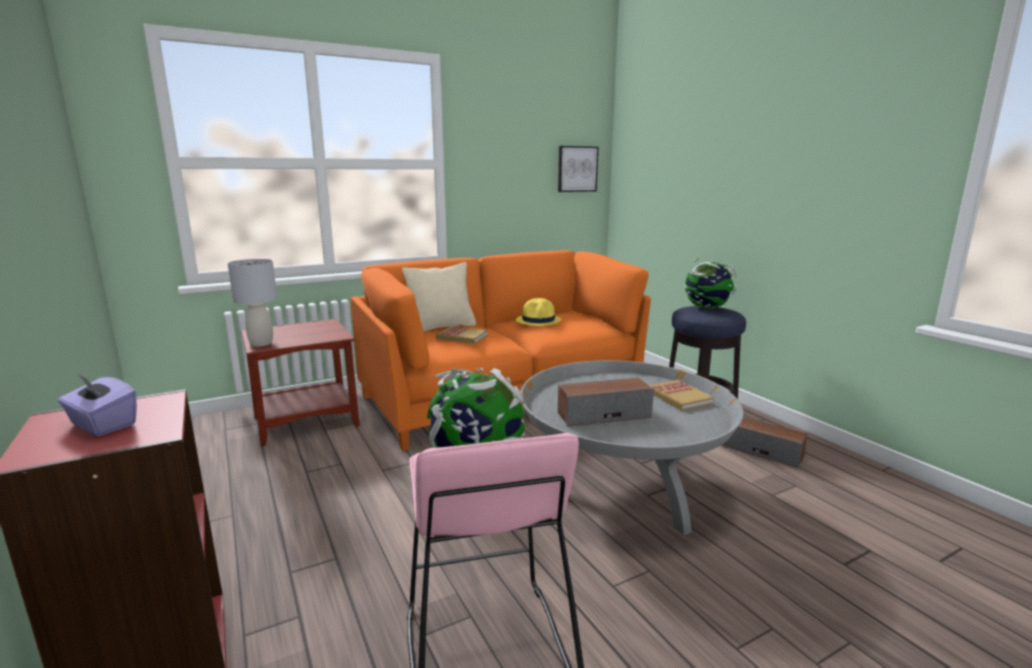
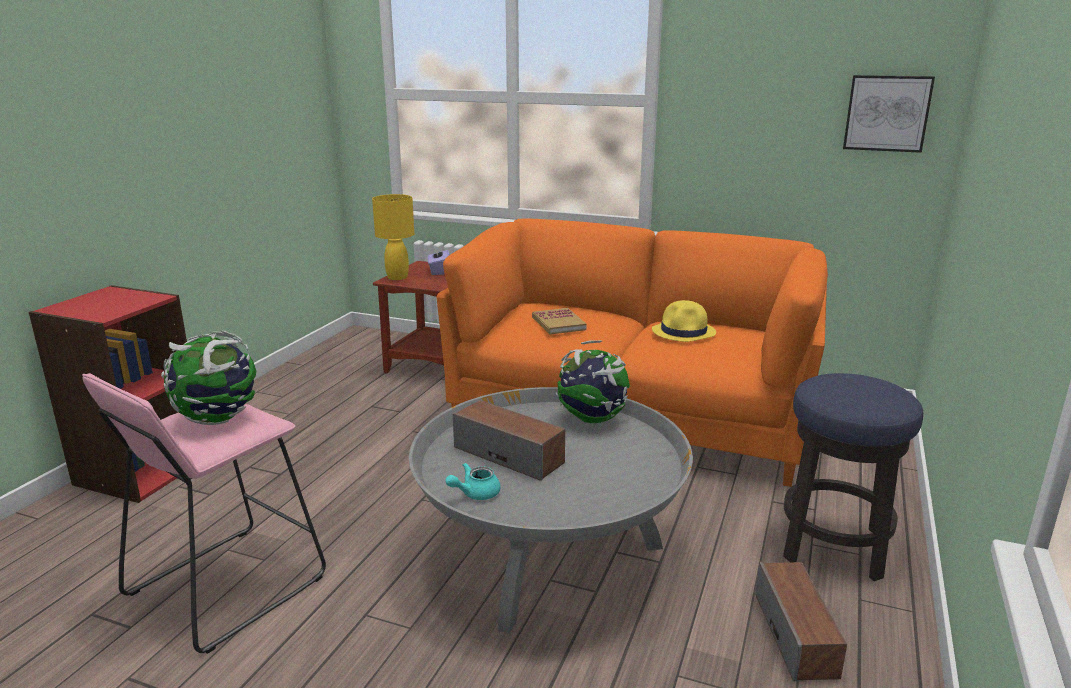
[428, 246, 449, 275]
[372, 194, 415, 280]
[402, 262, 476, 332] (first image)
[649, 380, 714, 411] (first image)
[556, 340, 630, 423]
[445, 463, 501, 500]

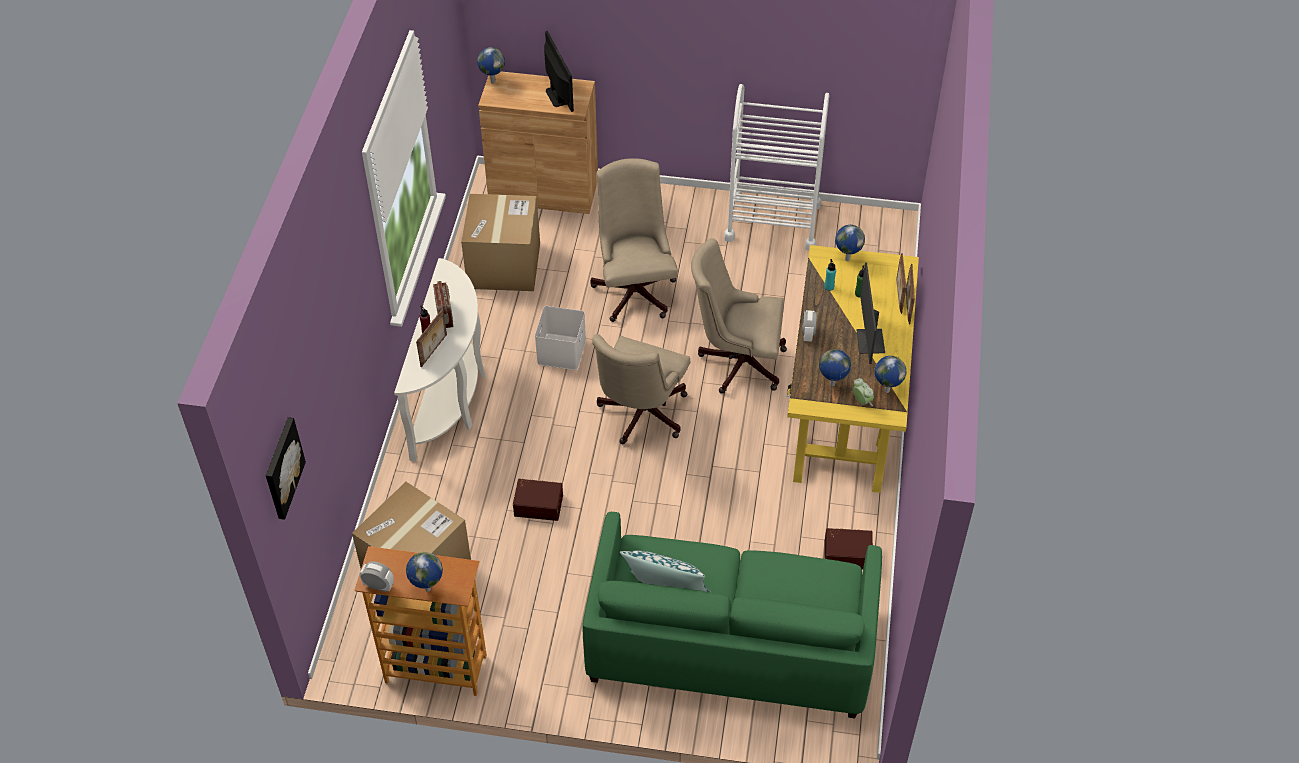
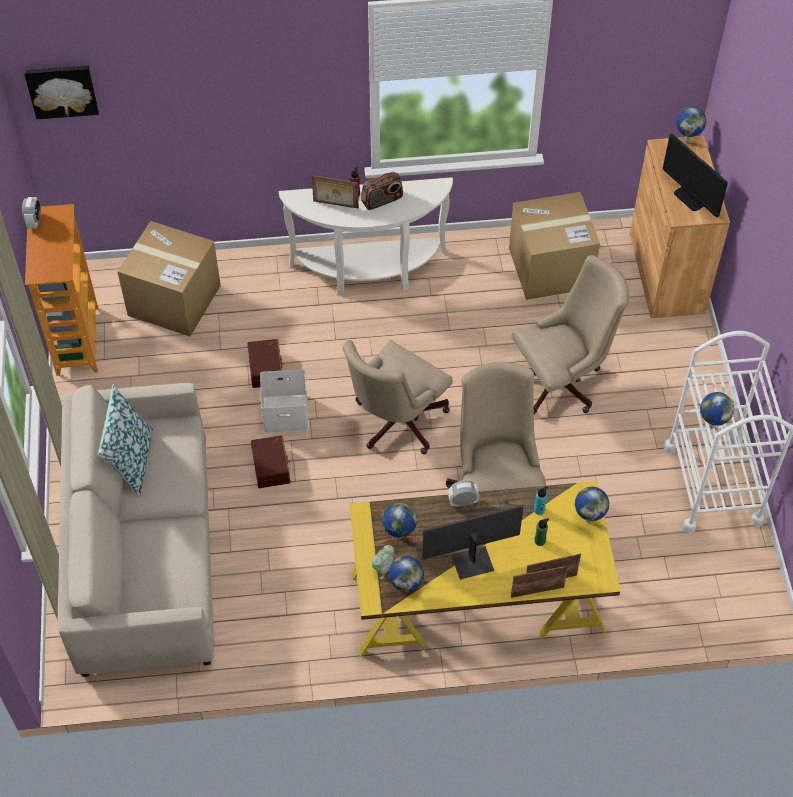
[700, 392, 734, 429]
[260, 369, 309, 433]
[663, 134, 728, 218]
[58, 383, 215, 677]
[342, 340, 453, 454]
[251, 435, 290, 488]

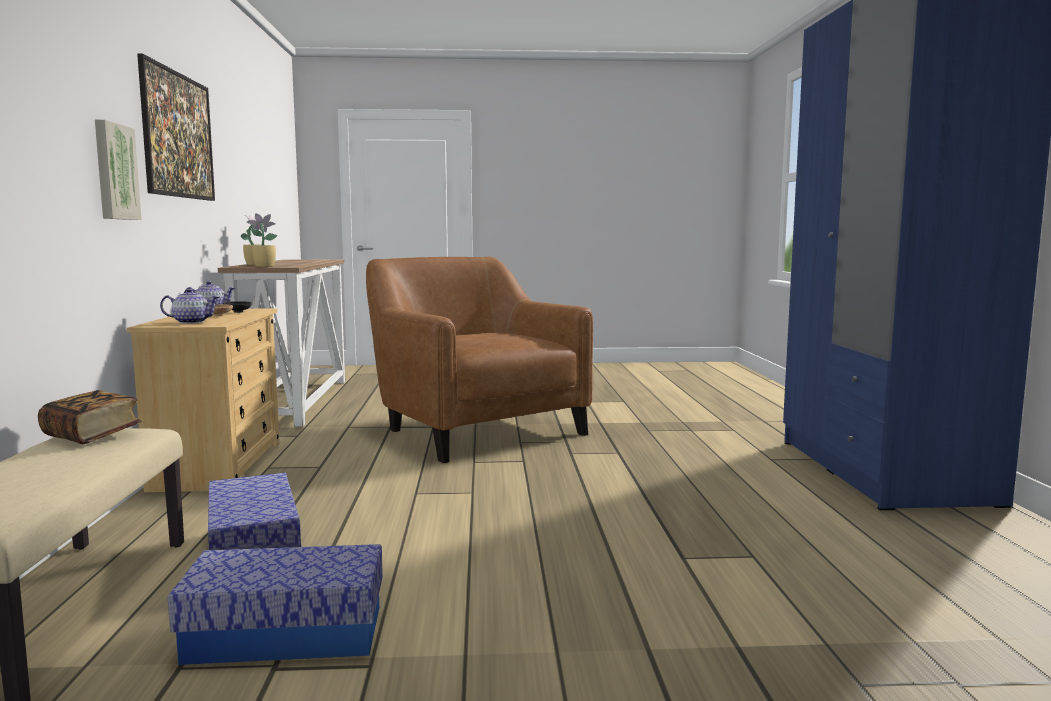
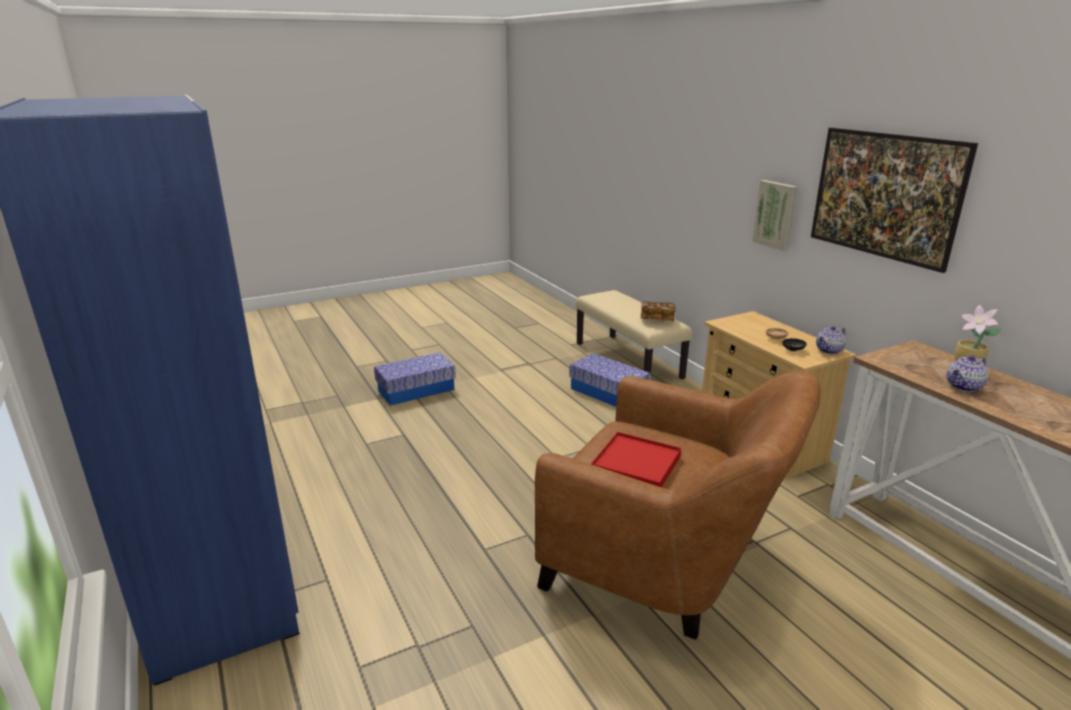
[947, 355, 988, 392]
[374, 352, 456, 406]
[246, 213, 278, 267] (first image)
[591, 432, 681, 487]

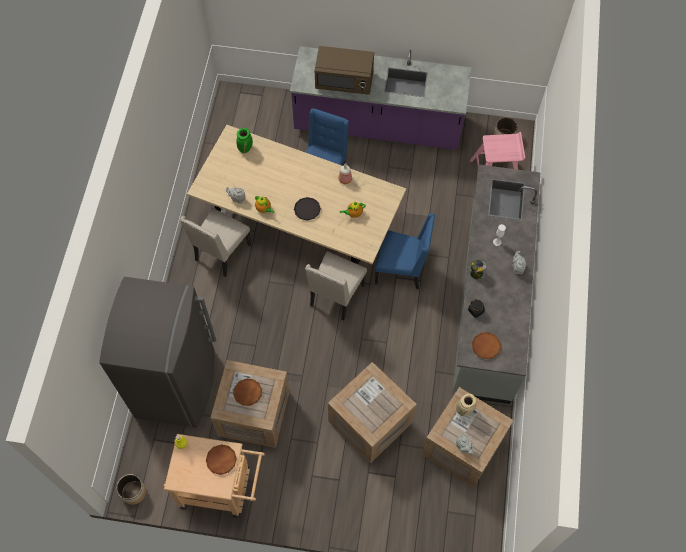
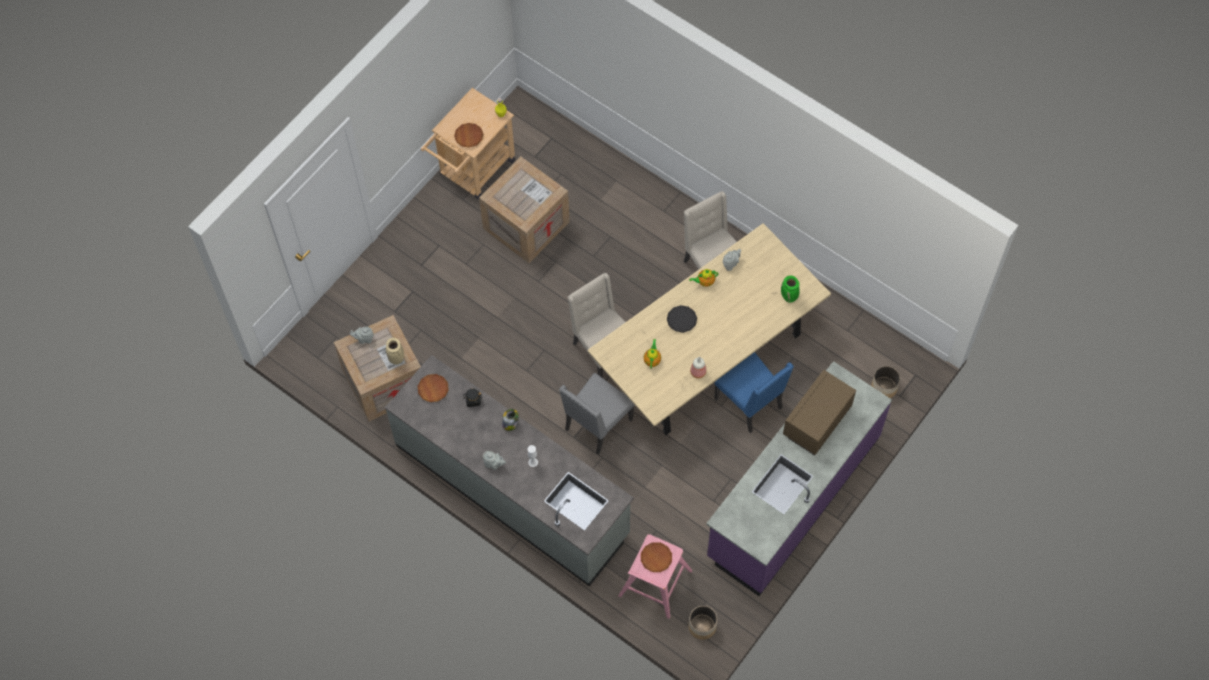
[99, 277, 216, 428] (first image)
[871, 366, 900, 398]
[641, 542, 672, 572]
[328, 362, 417, 464] (first image)
[559, 373, 635, 455]

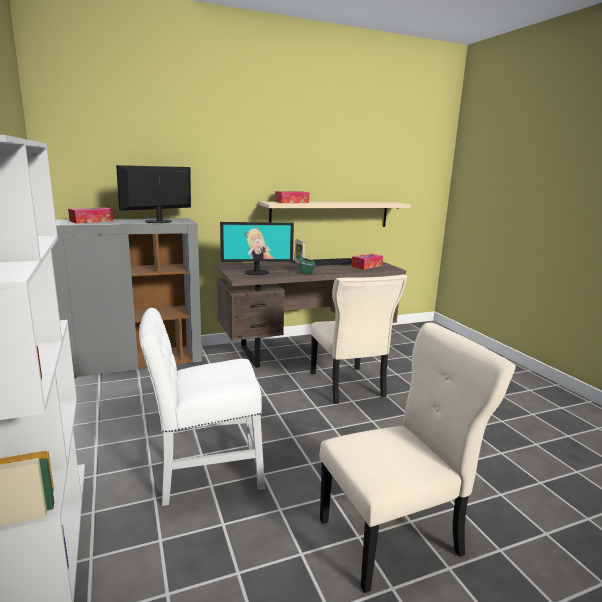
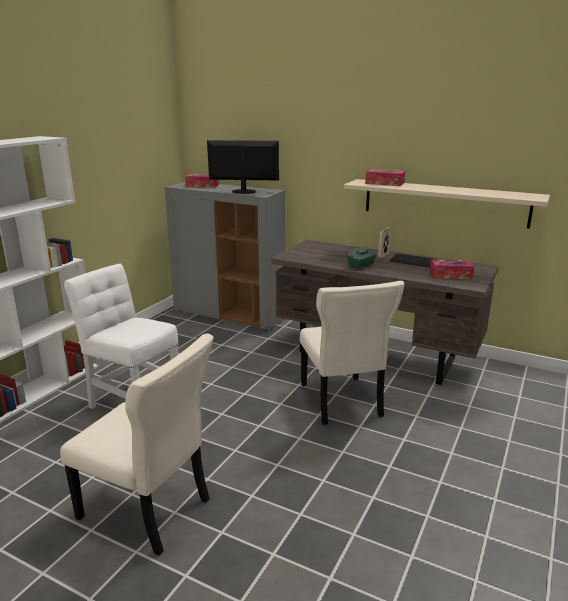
[220, 222, 294, 275] (first image)
[300, 281, 404, 425]

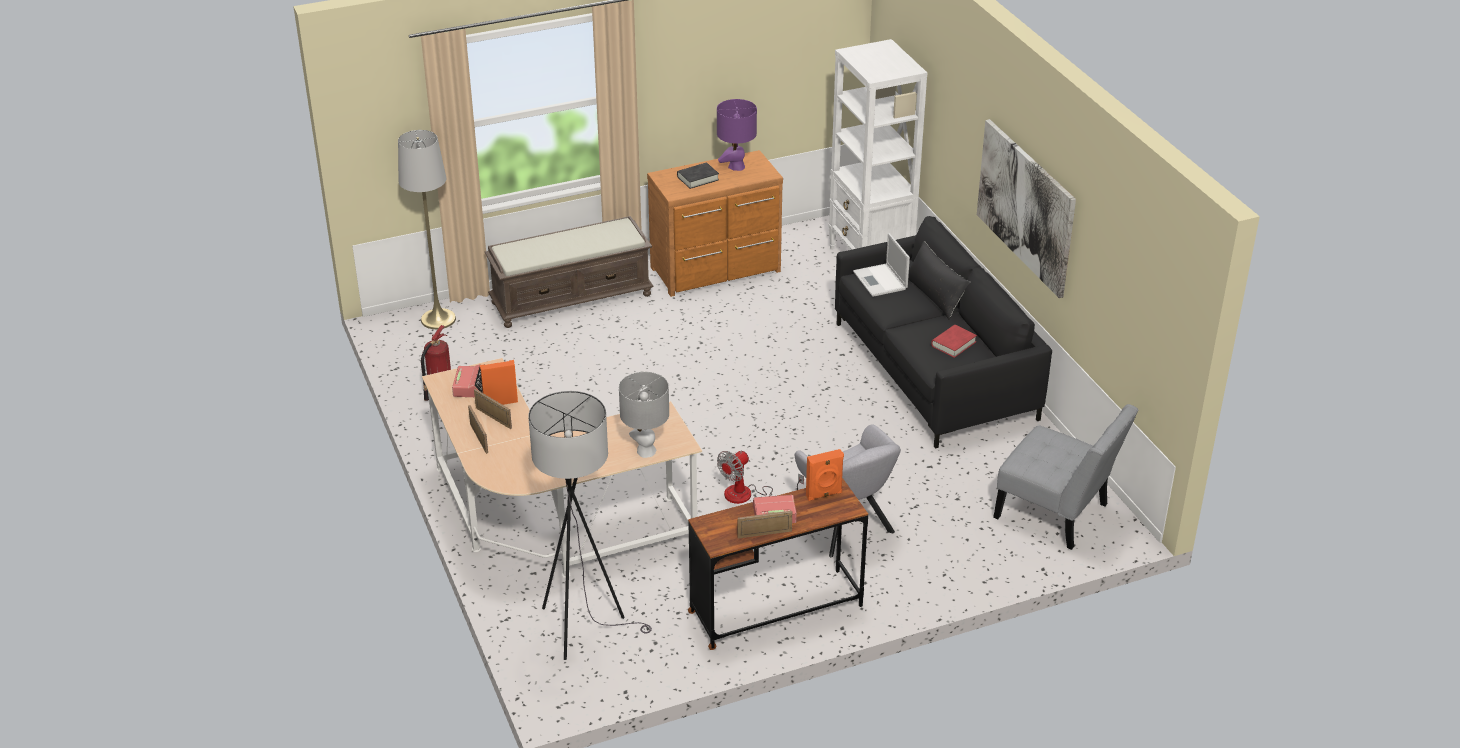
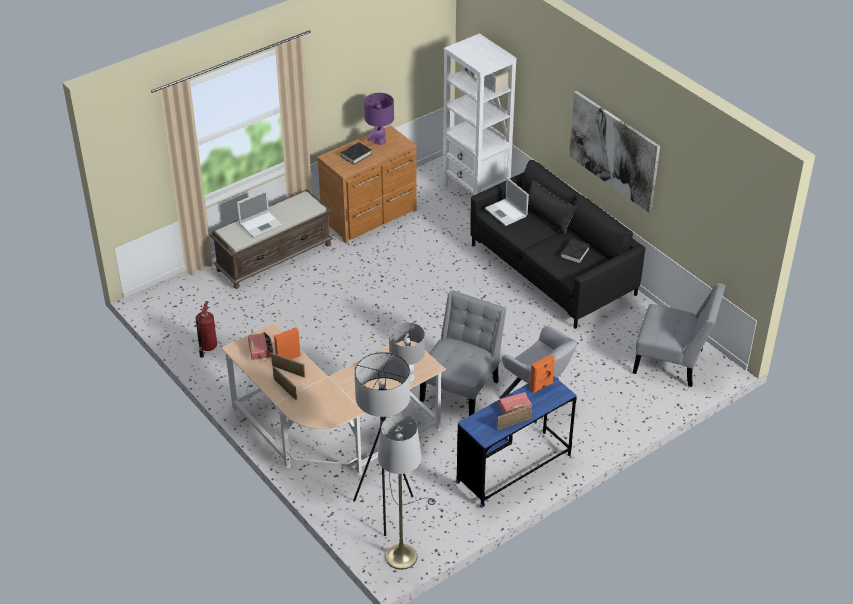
[378, 415, 422, 570]
[455, 376, 577, 508]
[420, 290, 507, 416]
[561, 239, 590, 264]
[237, 190, 283, 238]

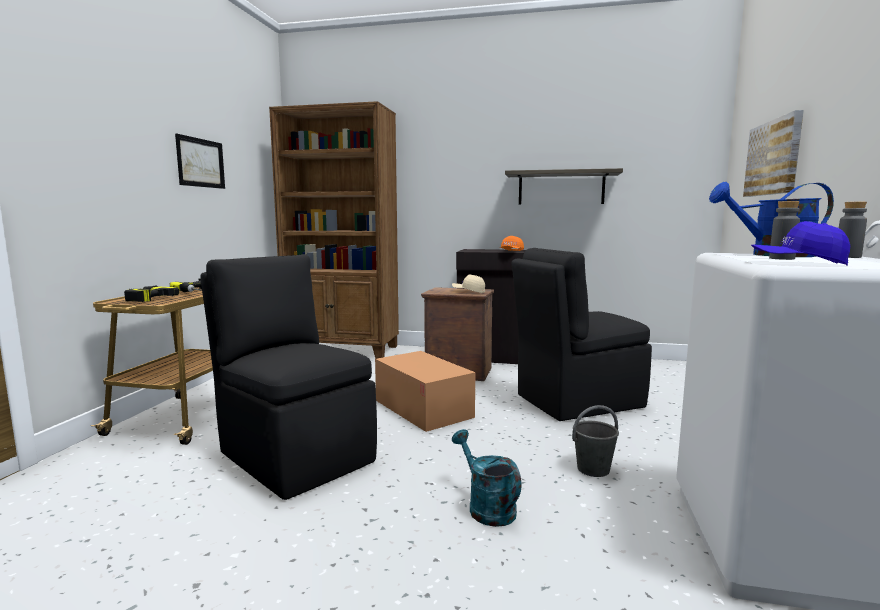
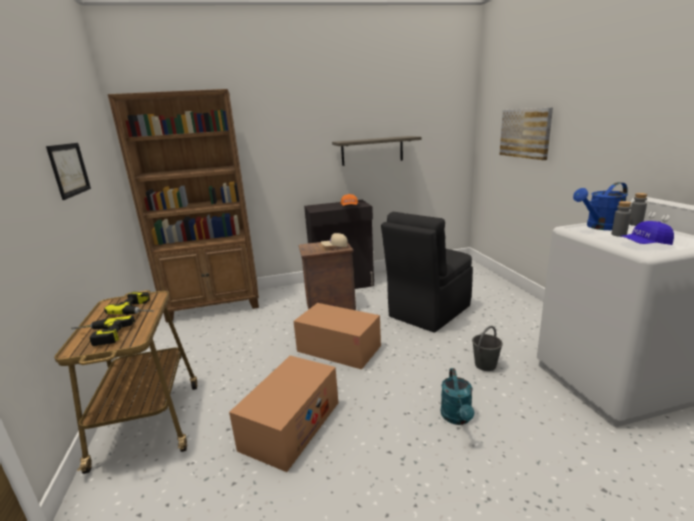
[229, 355, 338, 472]
[441, 368, 474, 425]

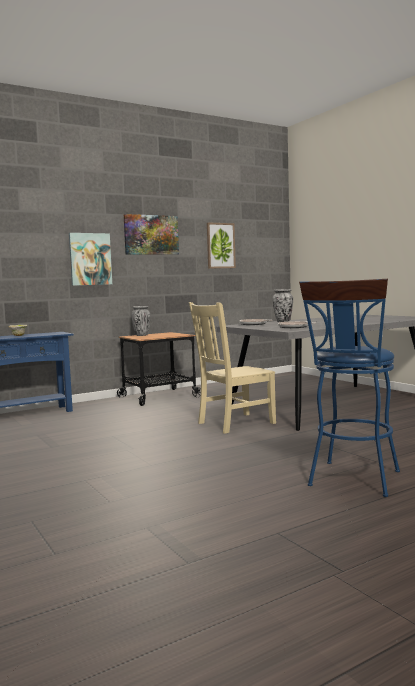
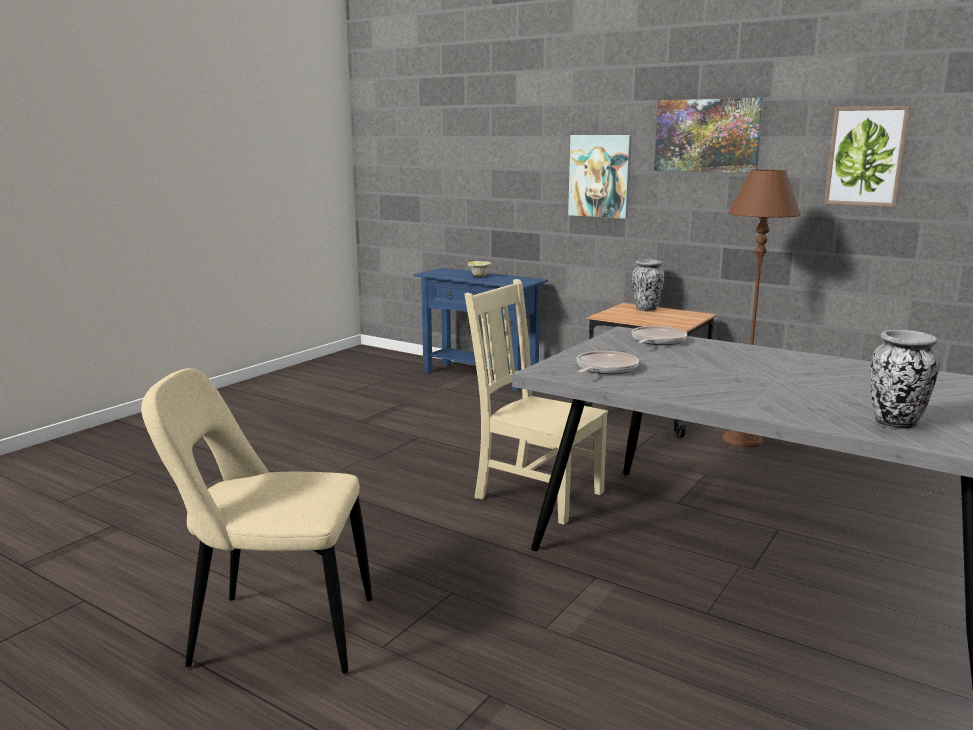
[871, 330, 940, 429]
[141, 368, 372, 674]
[722, 169, 801, 447]

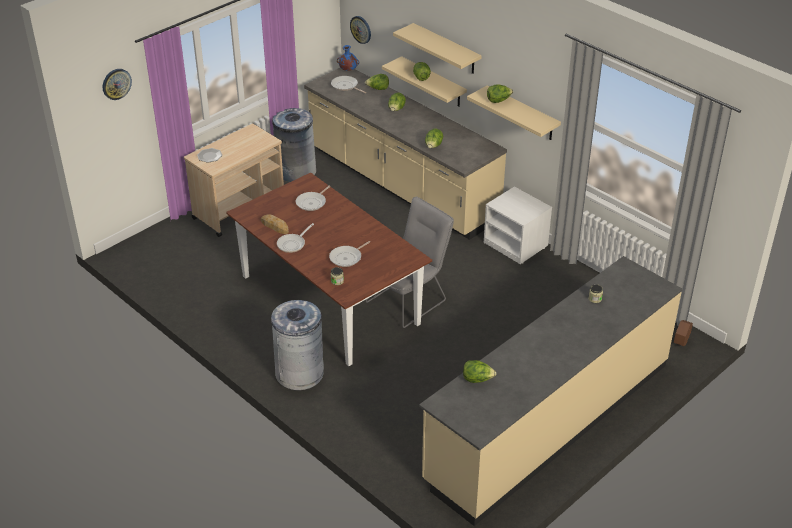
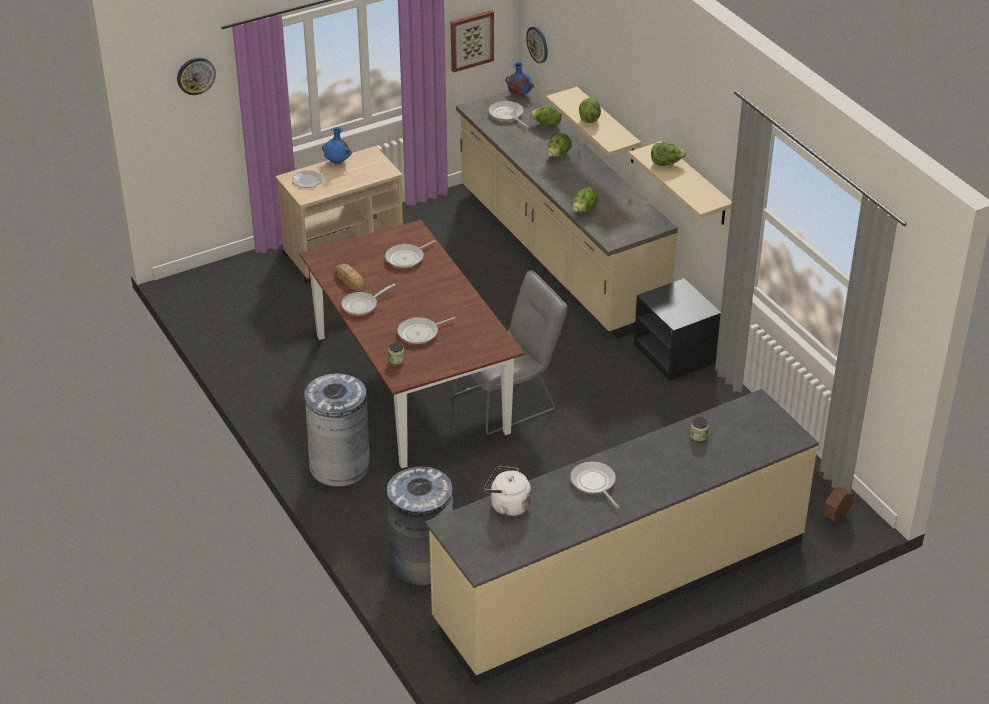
[386, 467, 453, 585]
[393, 23, 482, 74] (first image)
[484, 466, 531, 516]
[634, 278, 721, 381]
[322, 127, 352, 164]
[451, 10, 494, 73]
[570, 461, 619, 509]

